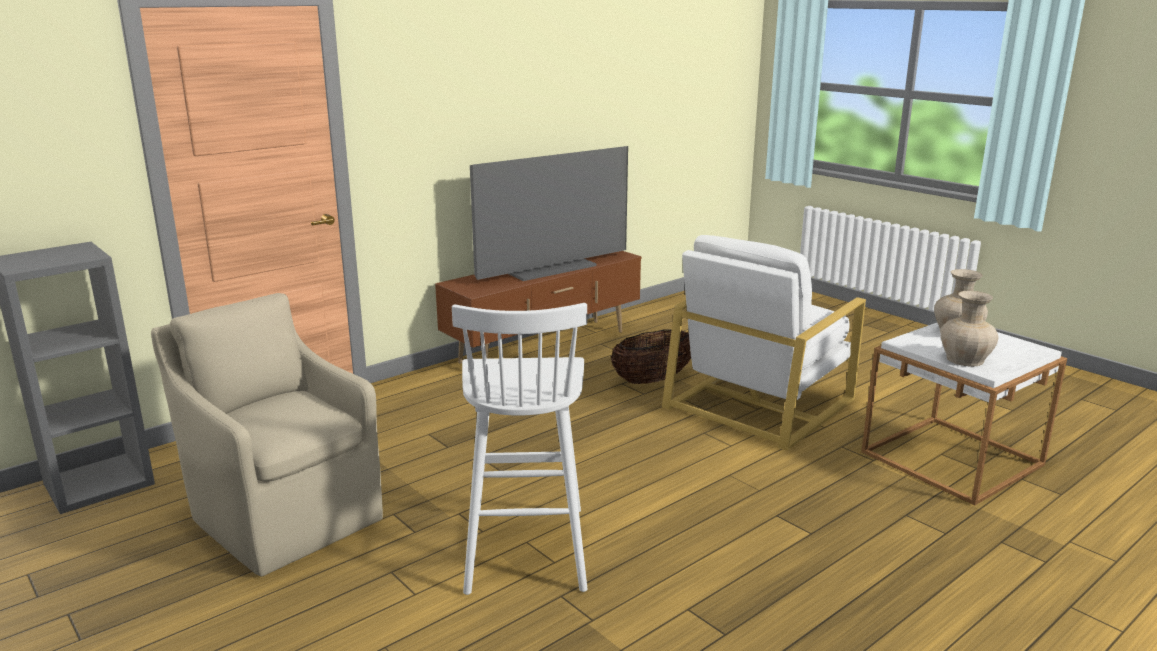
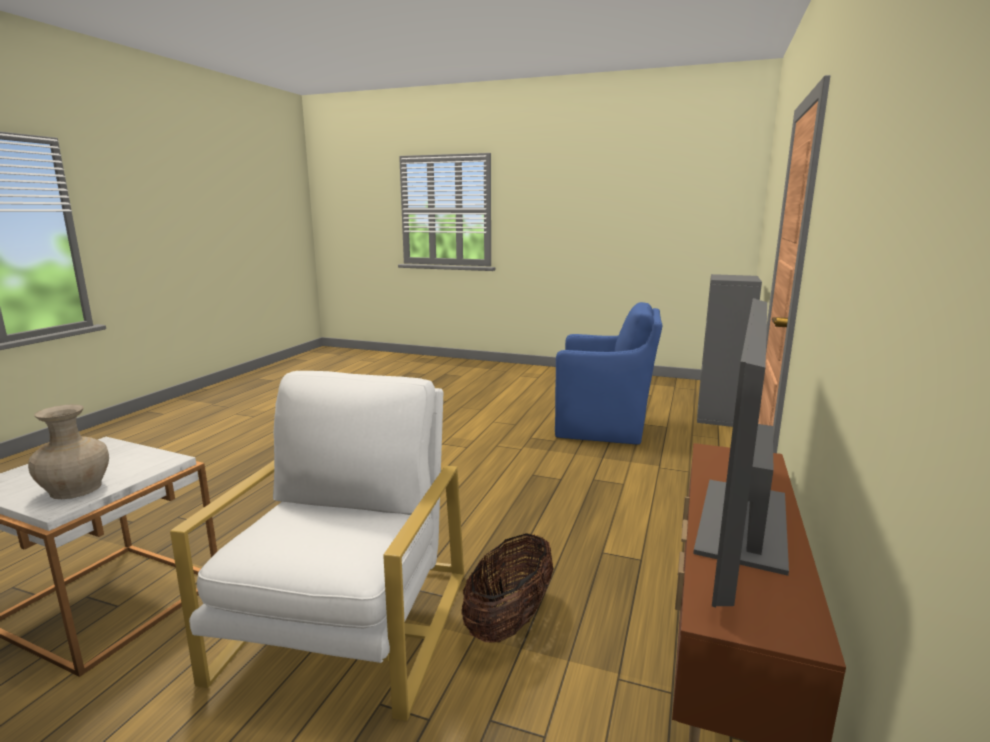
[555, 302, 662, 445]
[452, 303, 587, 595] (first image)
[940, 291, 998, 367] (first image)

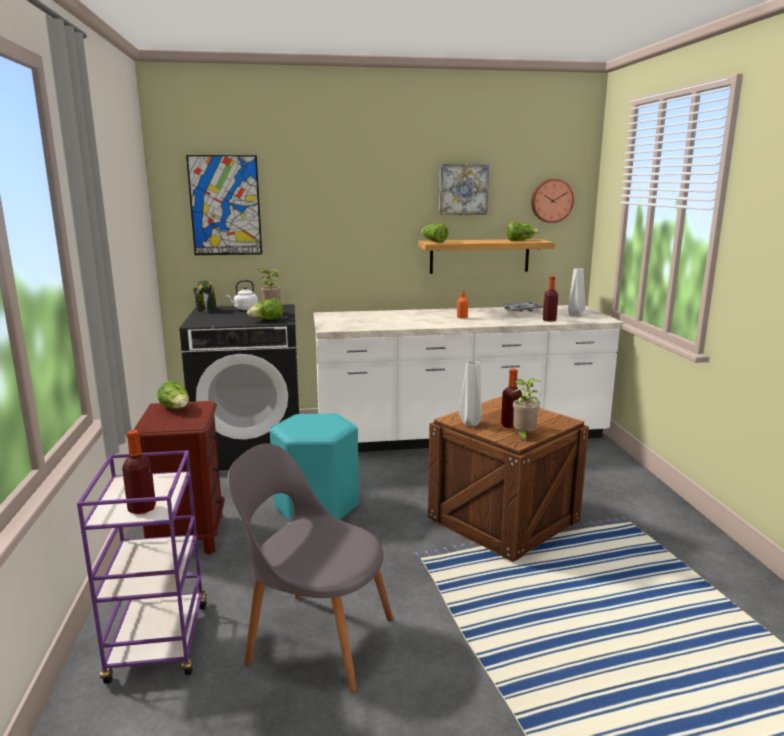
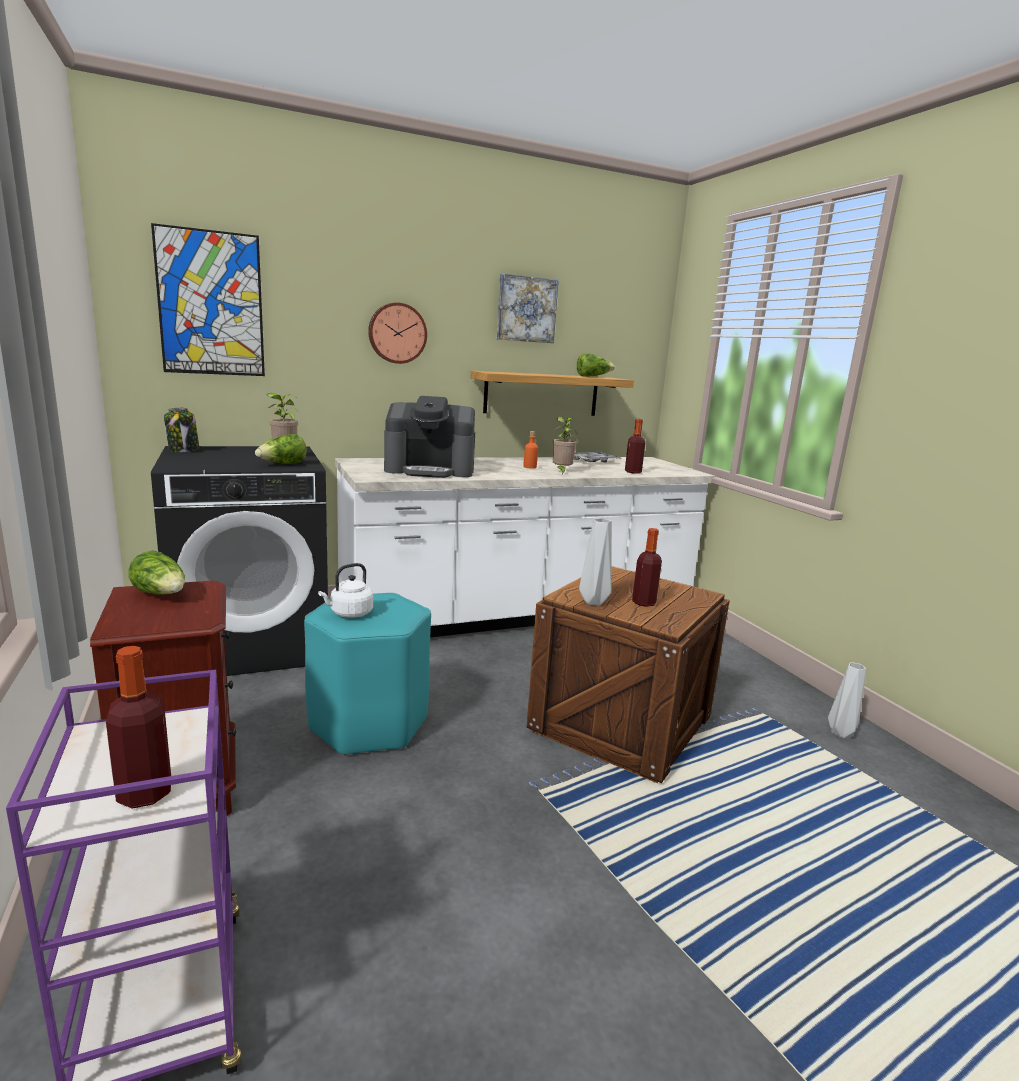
[318, 563, 373, 618]
[227, 443, 394, 692] (first image)
[421, 223, 449, 242] (first image)
[553, 417, 578, 474]
[368, 303, 427, 364]
[828, 662, 866, 738]
[384, 396, 475, 478]

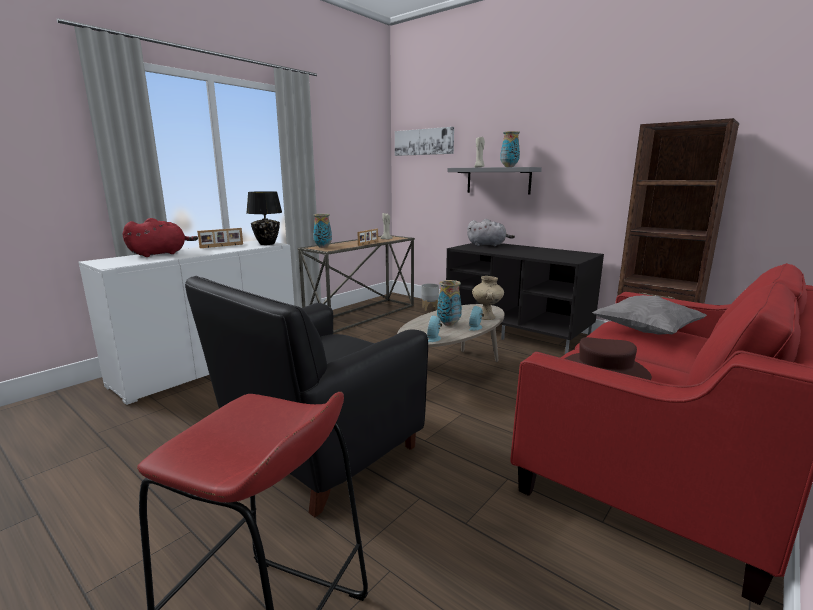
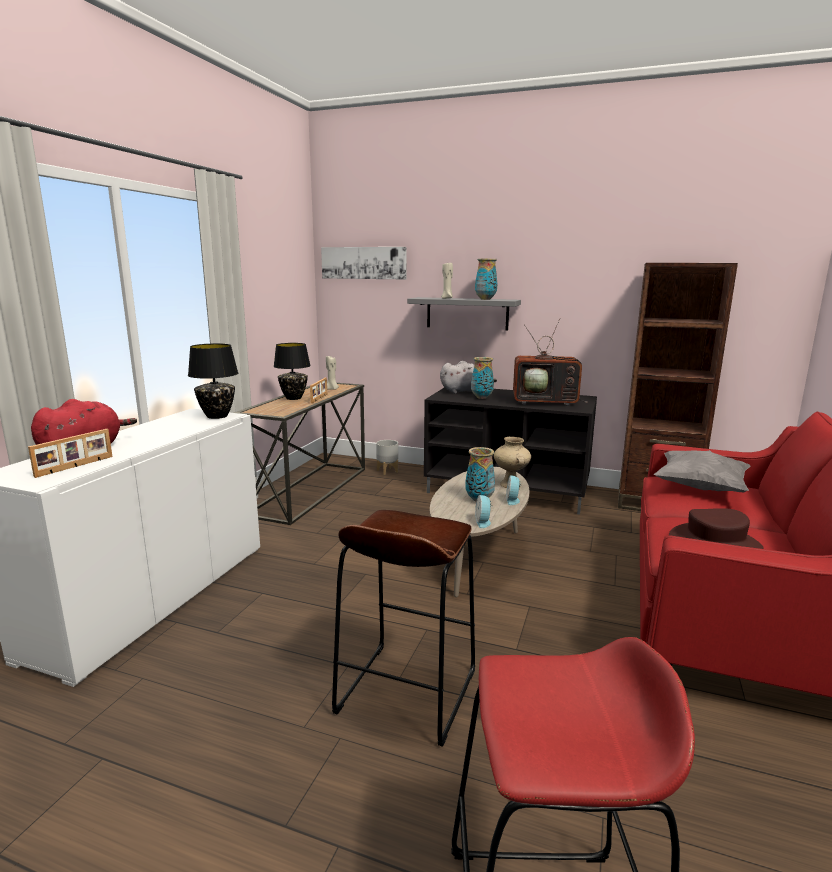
[332, 510, 475, 747]
[28, 429, 113, 478]
[471, 357, 494, 399]
[273, 343, 311, 400]
[513, 318, 588, 406]

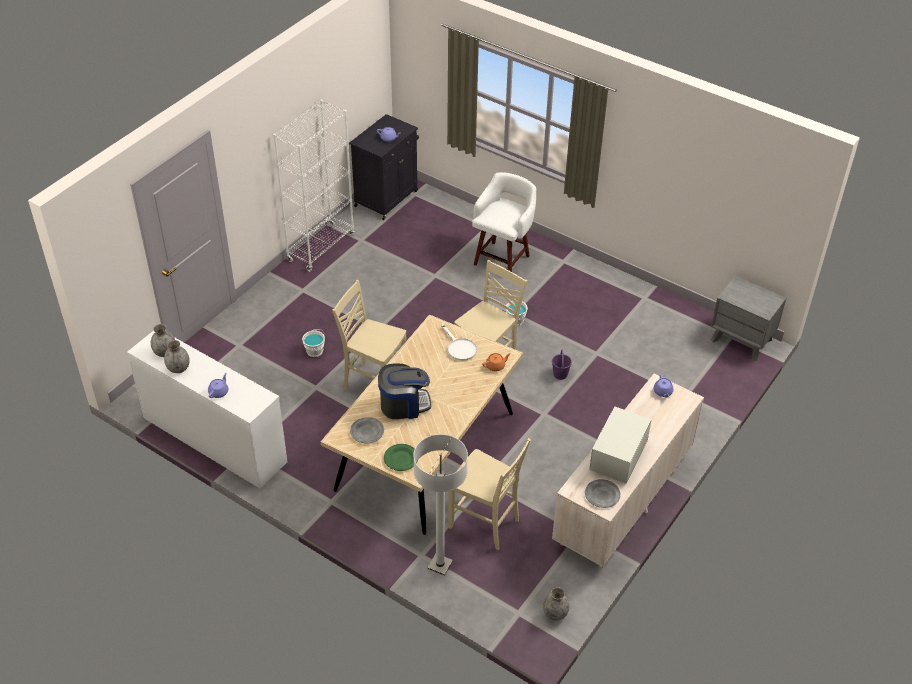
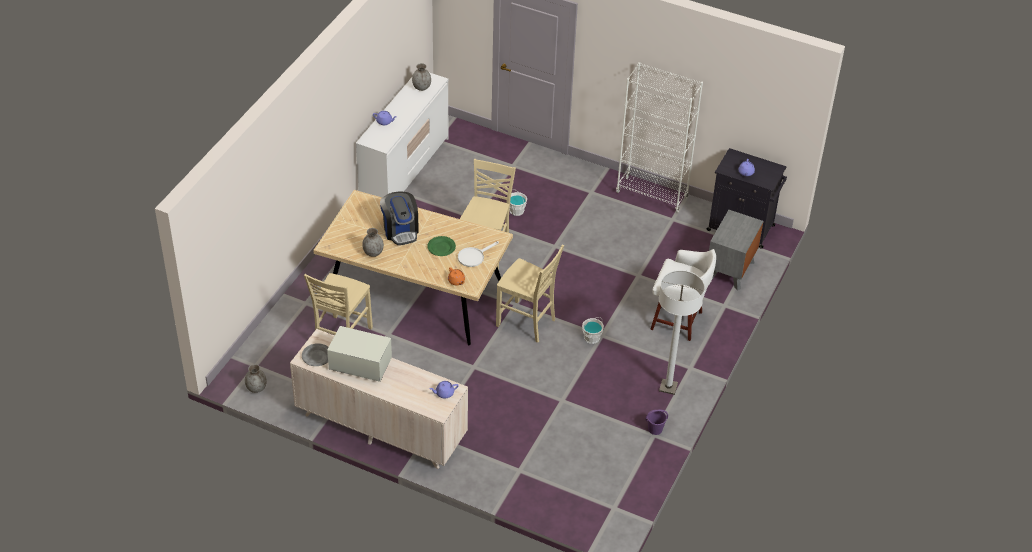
[362, 228, 384, 257]
[350, 417, 384, 443] (first image)
[427, 236, 456, 256]
[659, 270, 705, 395]
[645, 410, 668, 435]
[709, 210, 763, 291]

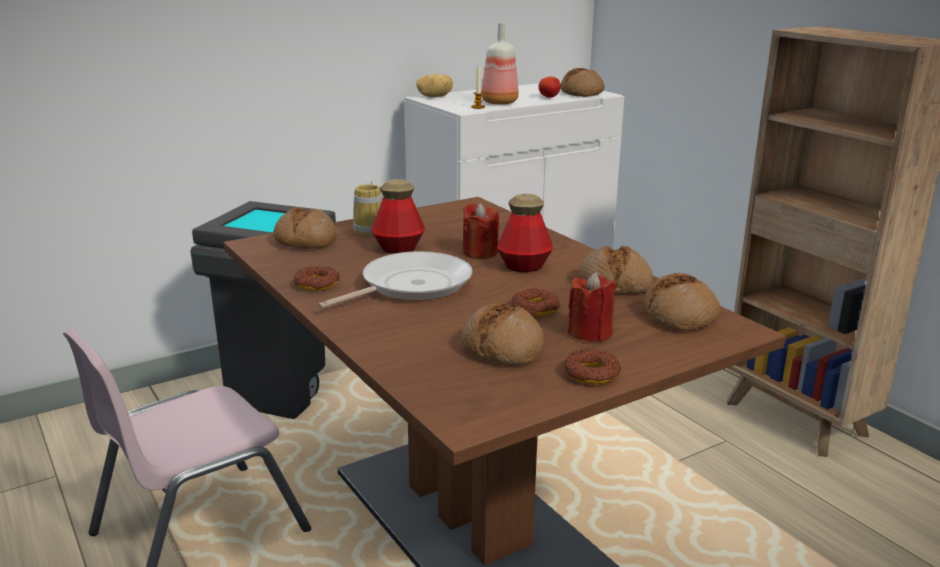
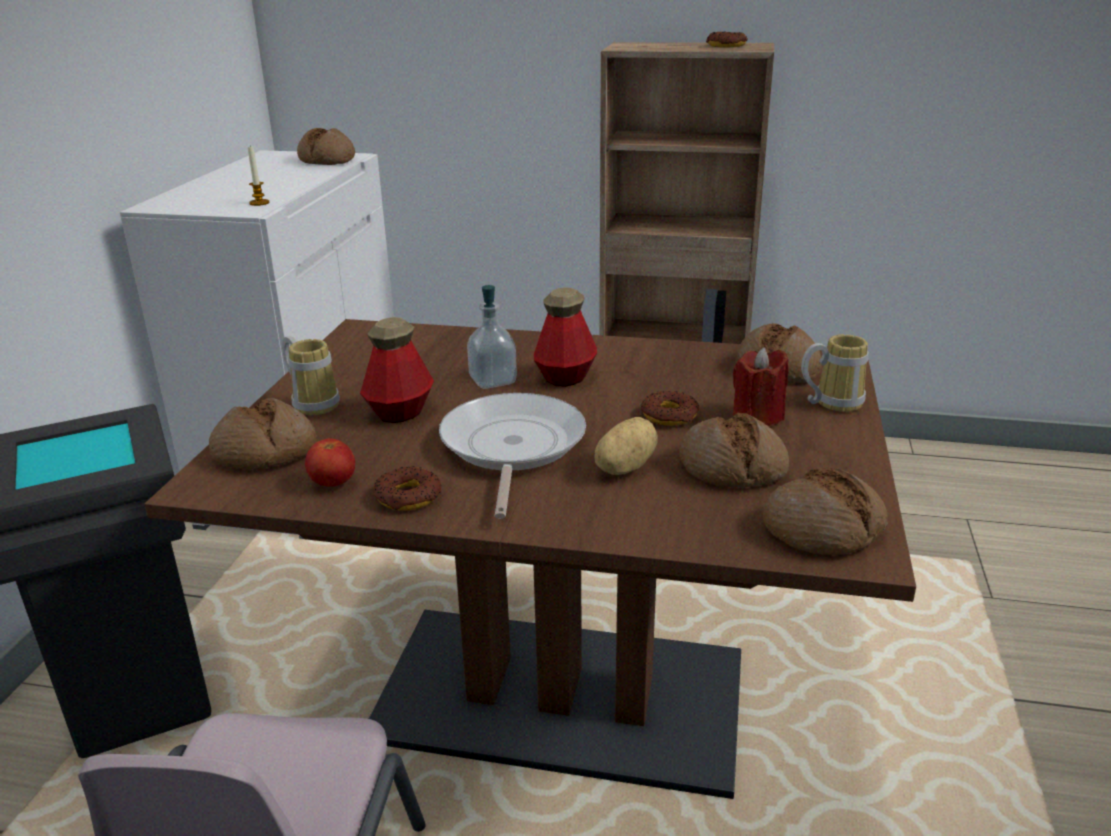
[594, 417, 658, 475]
[467, 285, 517, 389]
[481, 23, 519, 105] (first image)
[305, 439, 355, 487]
[706, 32, 748, 48]
[763, 467, 888, 555]
[801, 334, 869, 412]

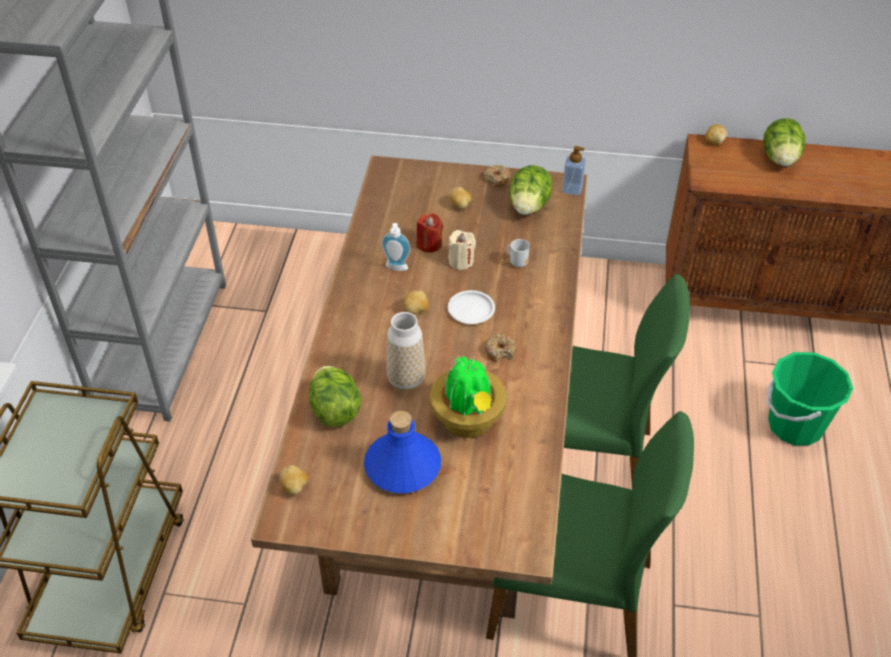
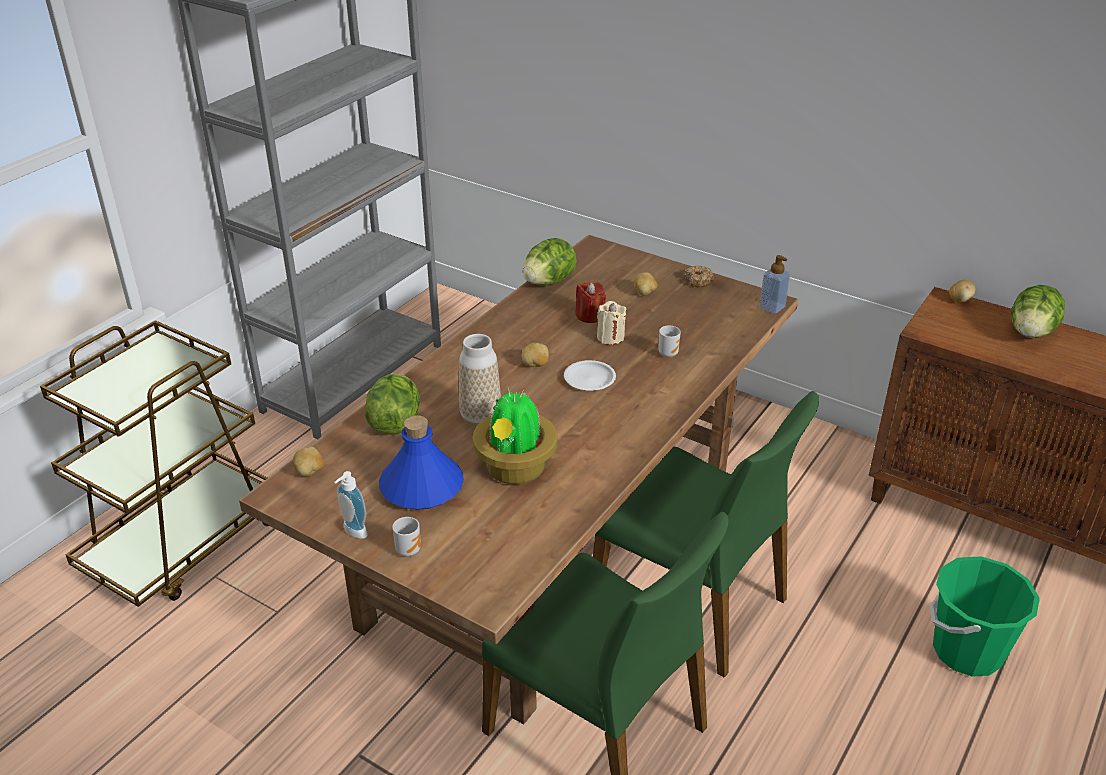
[334, 471, 368, 539]
[485, 334, 517, 362] (first image)
[523, 238, 577, 286]
[392, 517, 421, 556]

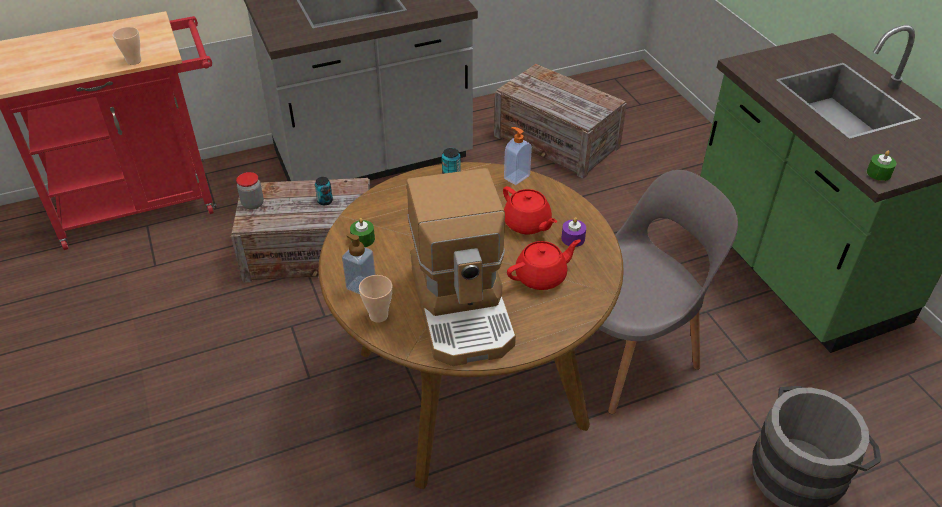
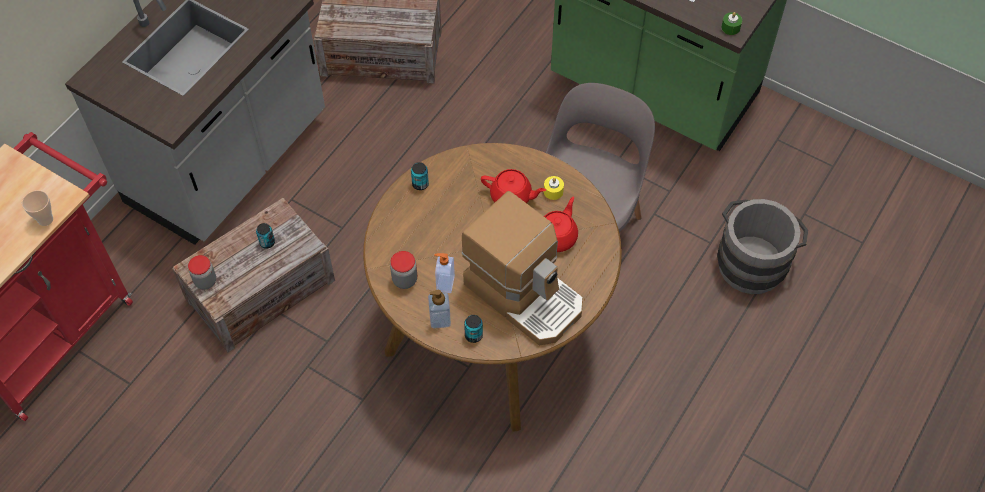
[390, 251, 417, 289]
[464, 315, 483, 343]
[434, 253, 455, 293]
[544, 176, 564, 200]

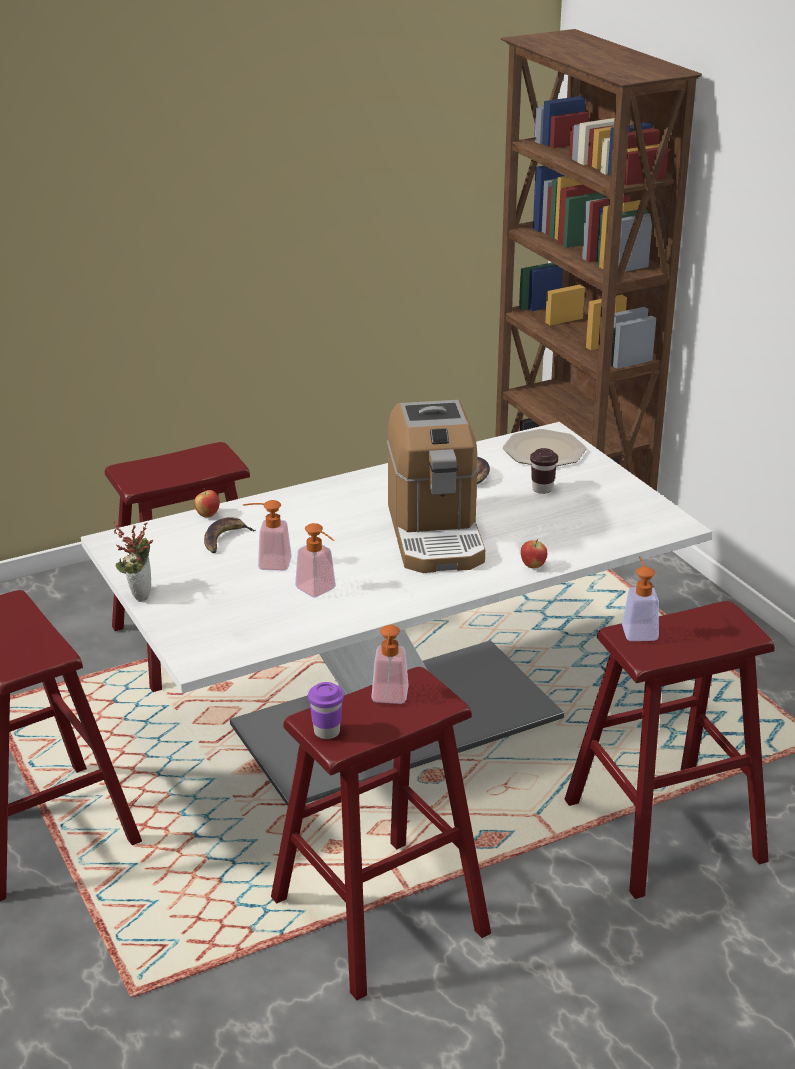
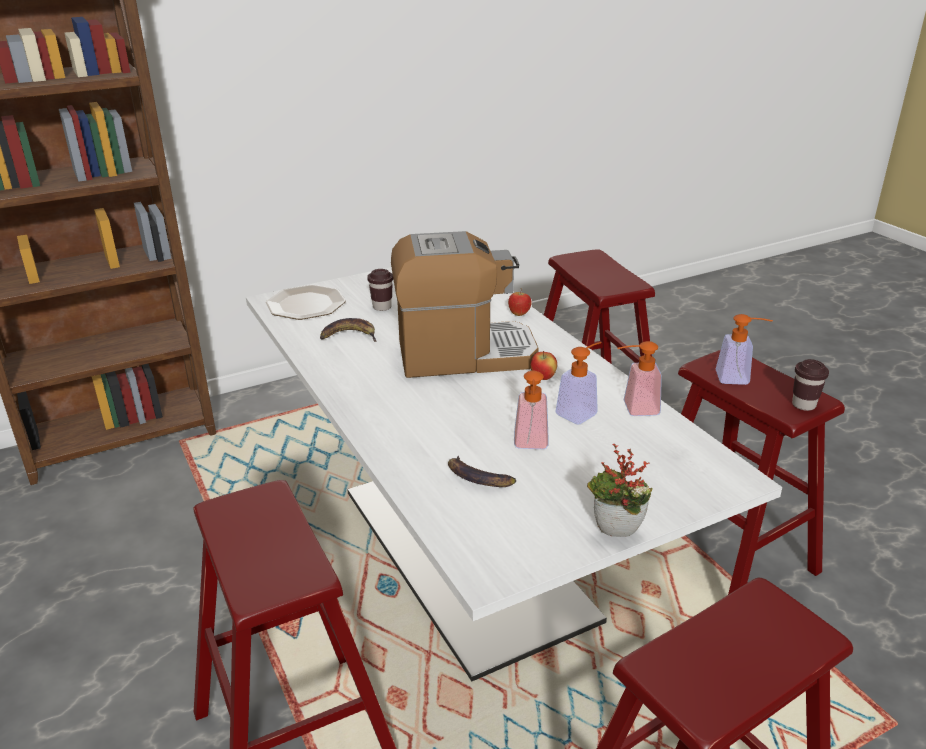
[531, 351, 557, 380]
[792, 359, 829, 411]
[617, 341, 662, 416]

